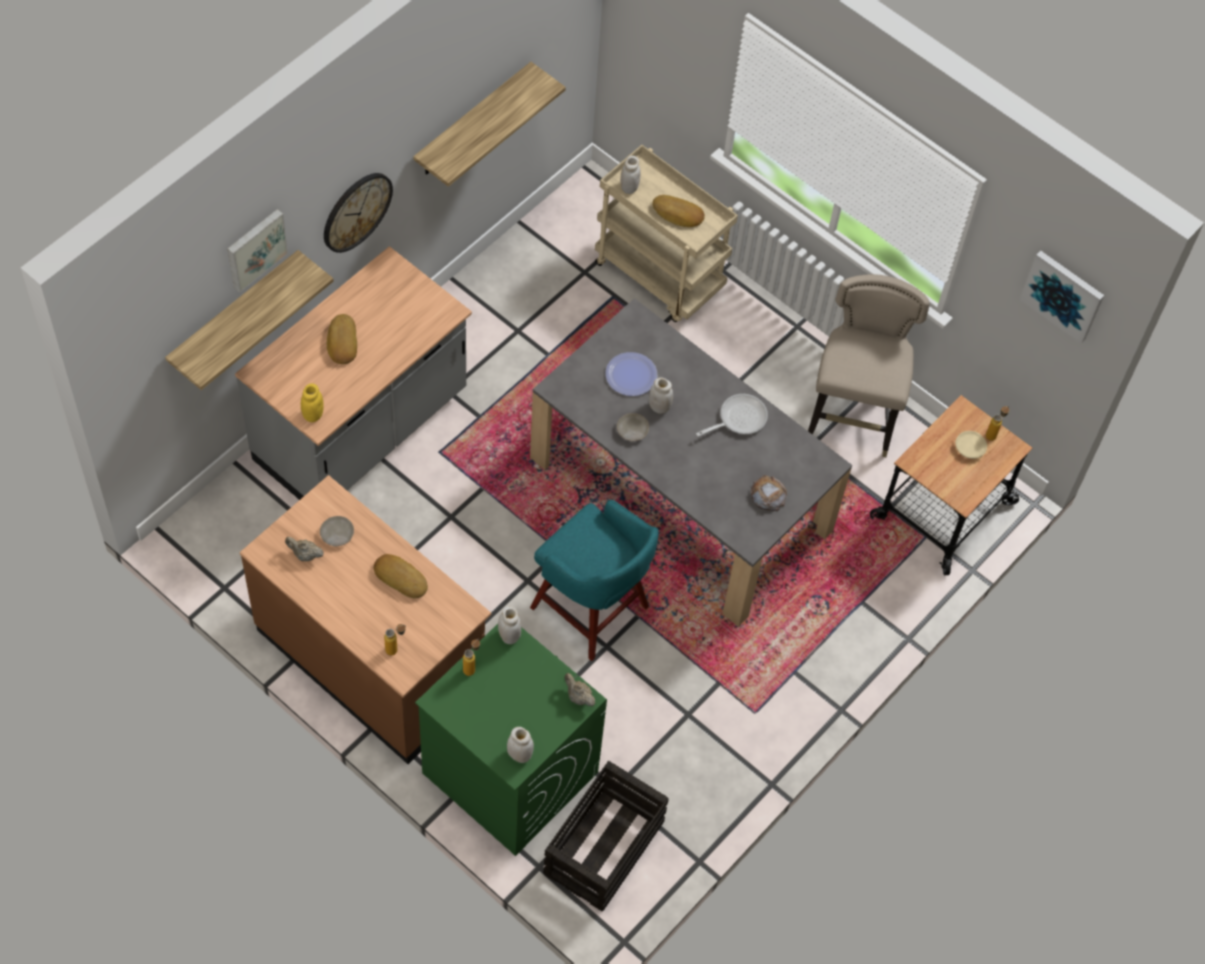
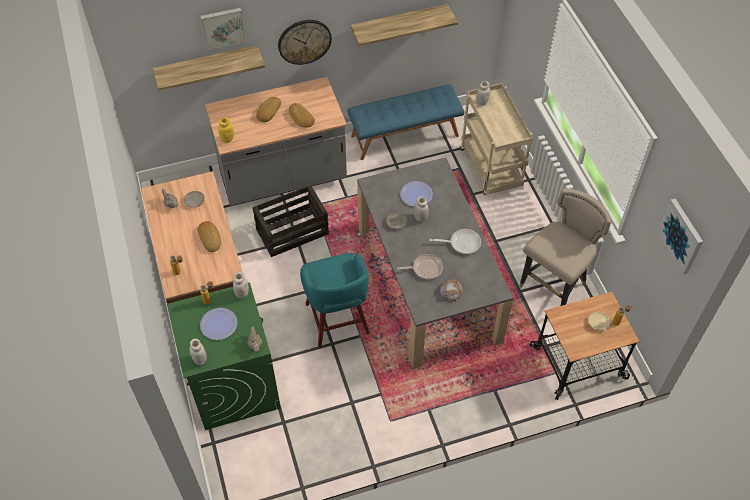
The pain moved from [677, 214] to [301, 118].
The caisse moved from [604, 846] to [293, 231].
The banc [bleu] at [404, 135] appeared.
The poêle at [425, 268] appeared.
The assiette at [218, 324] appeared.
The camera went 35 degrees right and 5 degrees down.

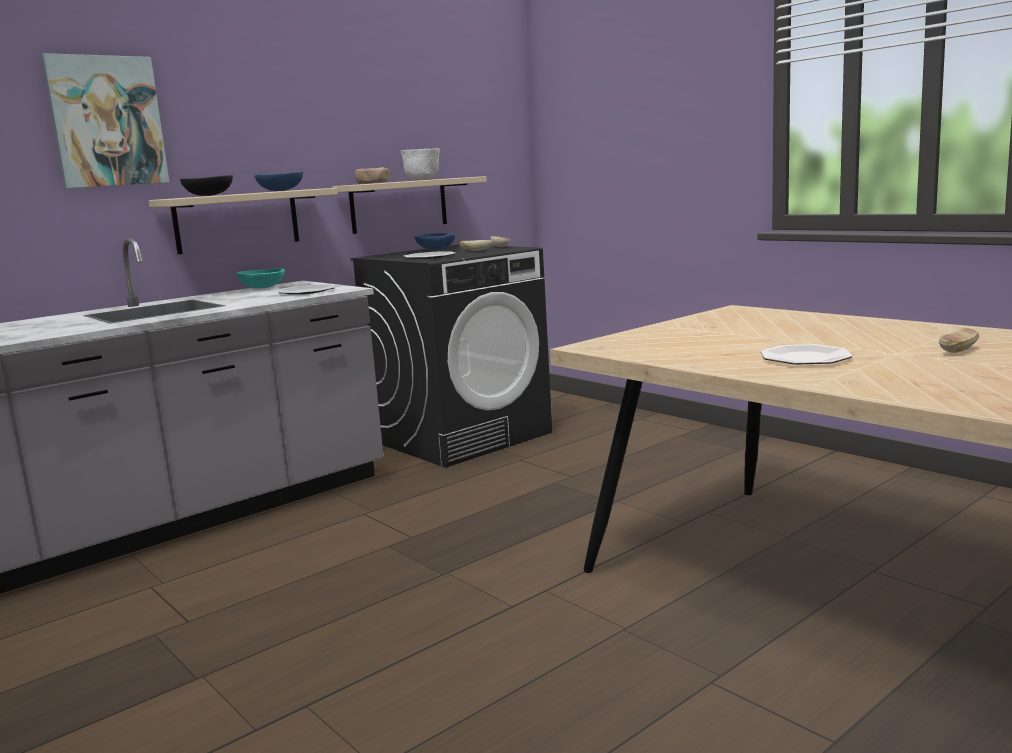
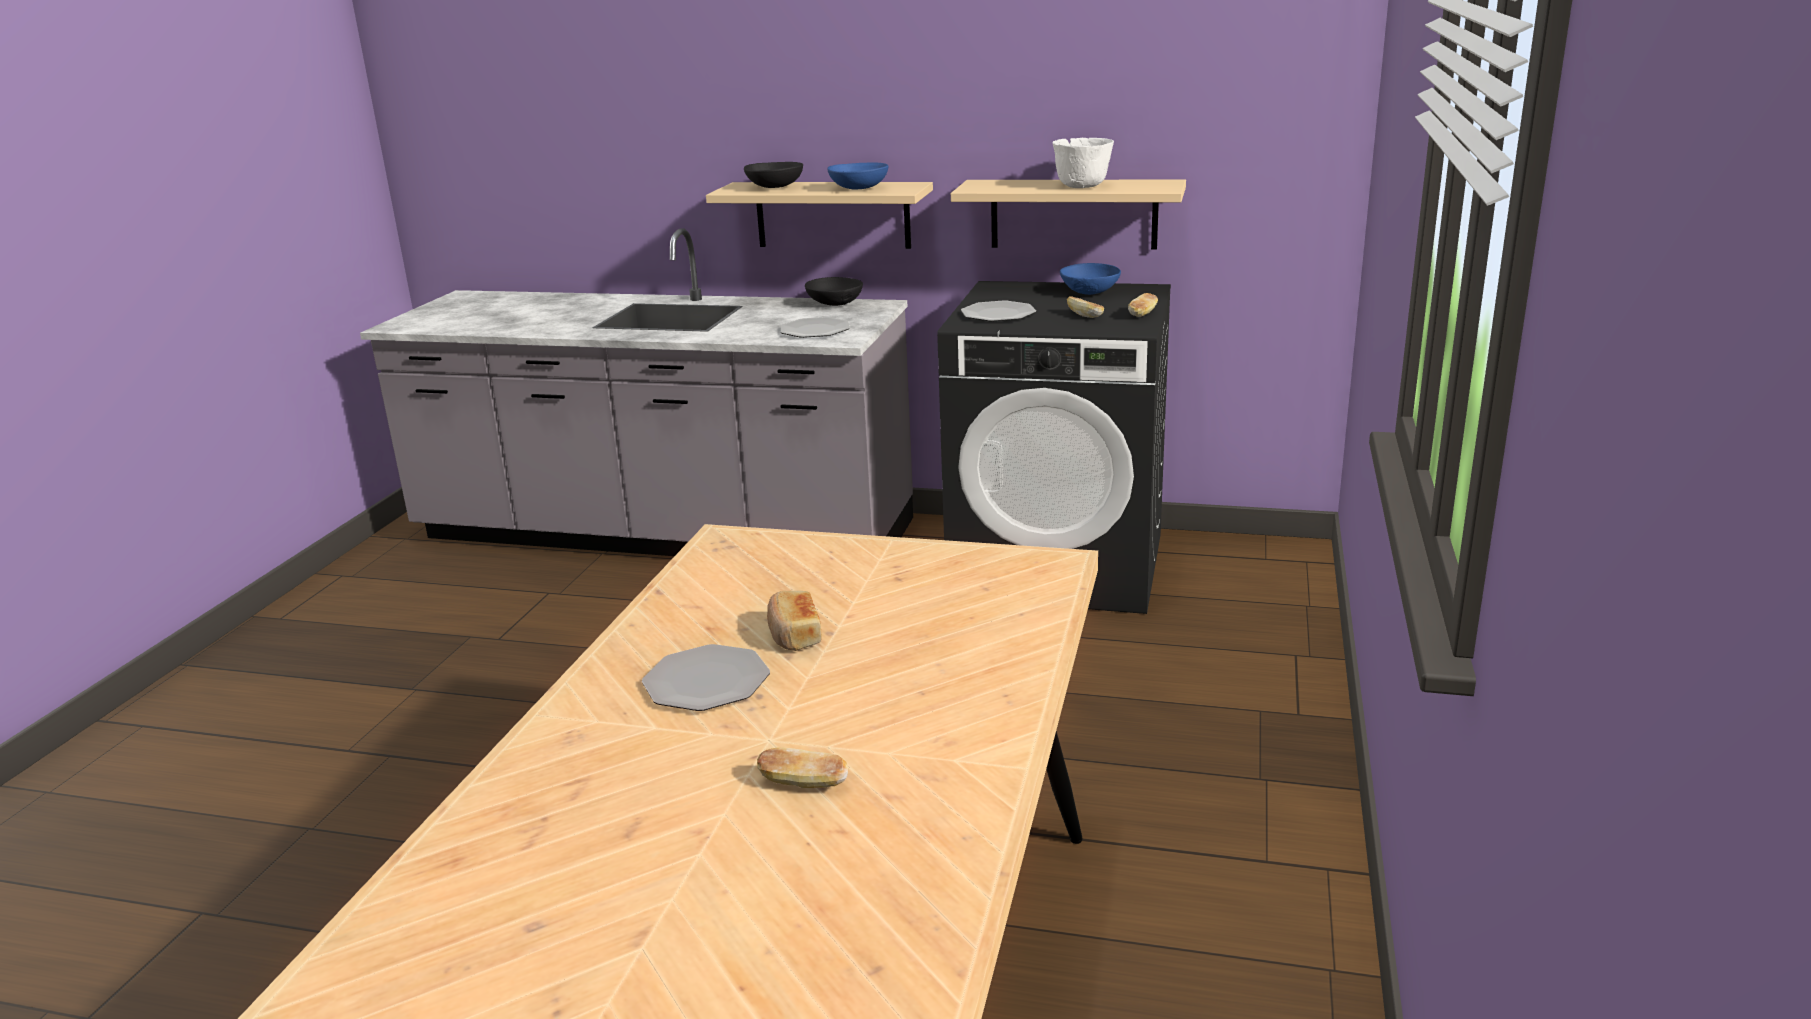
The tableau at [107, 122] disappeared.
The pain moved from [372, 183] to [793, 635].
The bol [turquoise] at [262, 288] became the bol [noir] at [835, 304].
The camera went 55 degrees right and 10 degrees up.

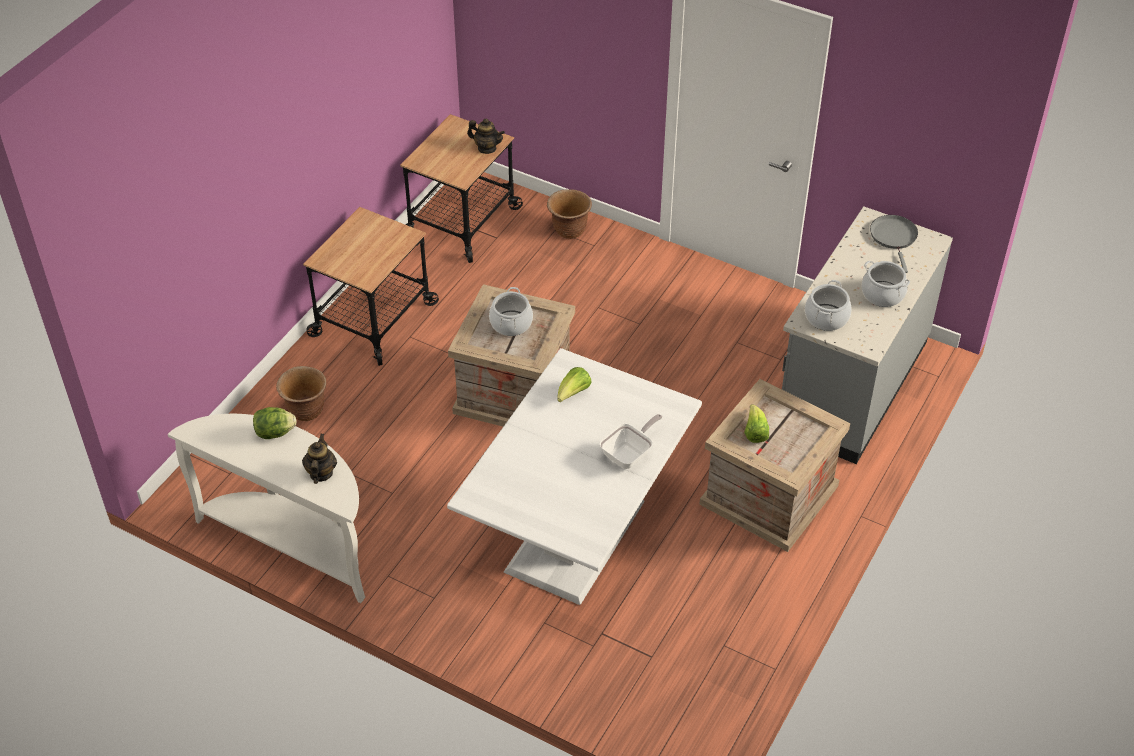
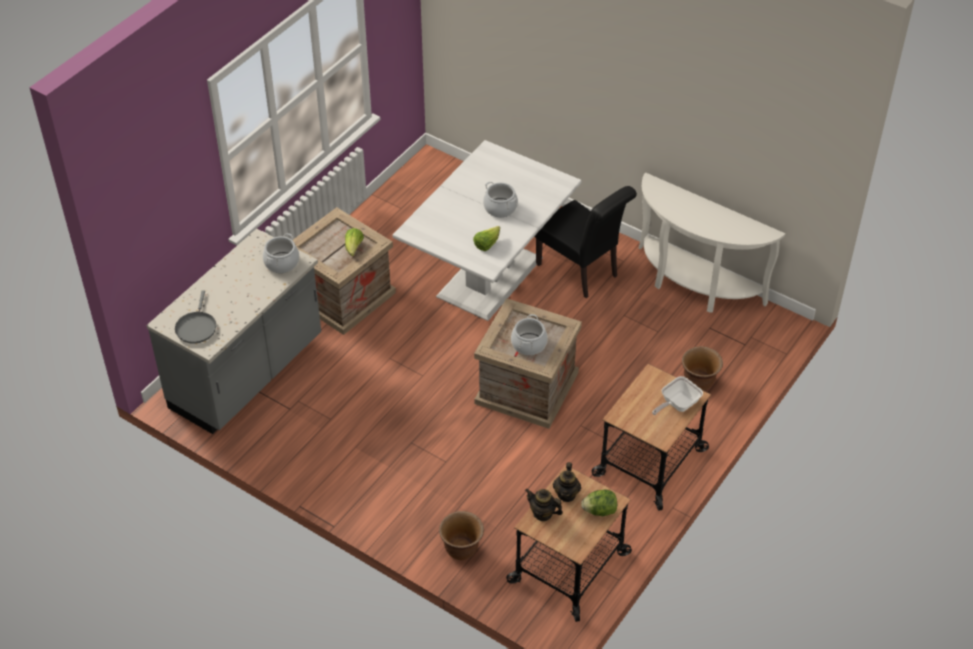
The marmite moved from [882, 294] to [500, 208].
The laitue moved from [275, 432] to [600, 511].
The poêle moved from [629, 454] to [677, 405].
The théière moved from [321, 473] to [566, 494].
The chaise [noir] at [581, 272] appeared.
The camera went 175 degrees left and 0 degrees up.

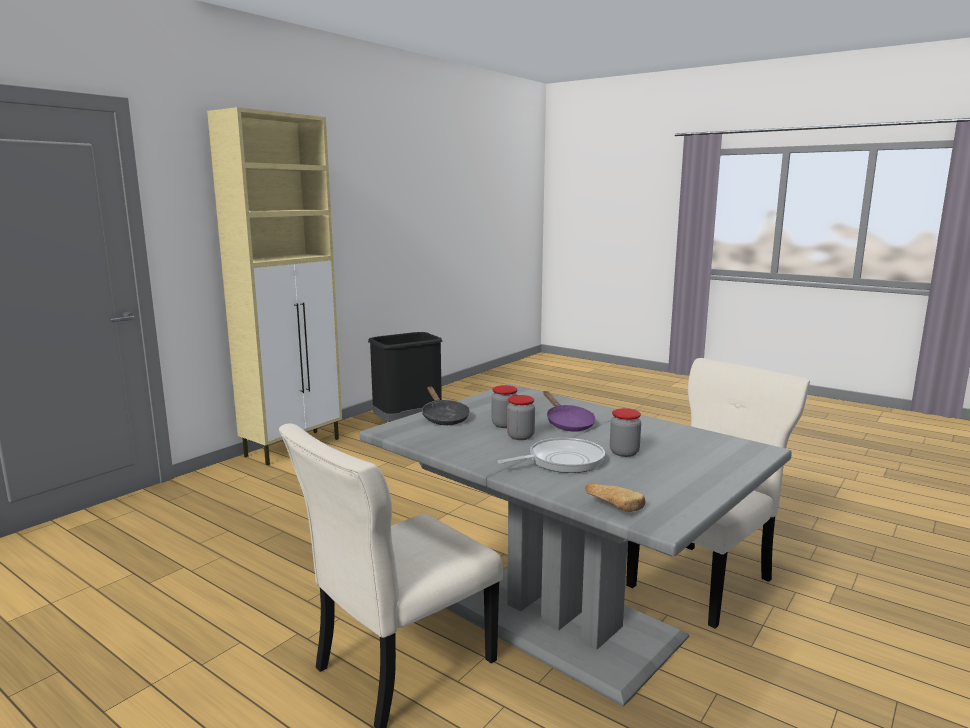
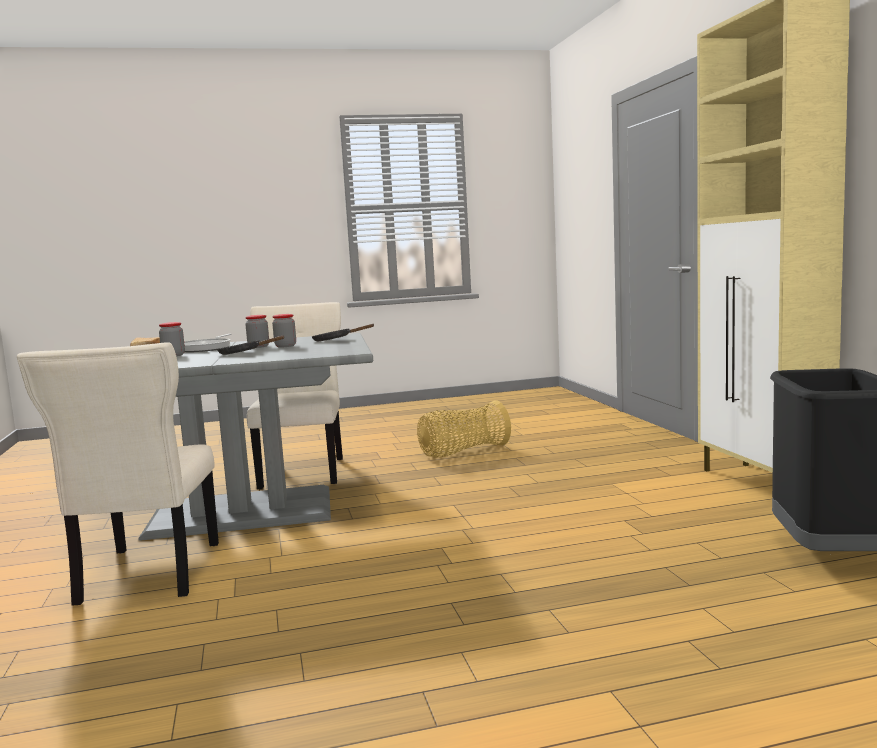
The poêle [violet] at [567, 423] became the poêle [noir] at [244, 353].
The panier at [463, 452] appeared.
The camera went 130 degrees right and 5 degrees down.

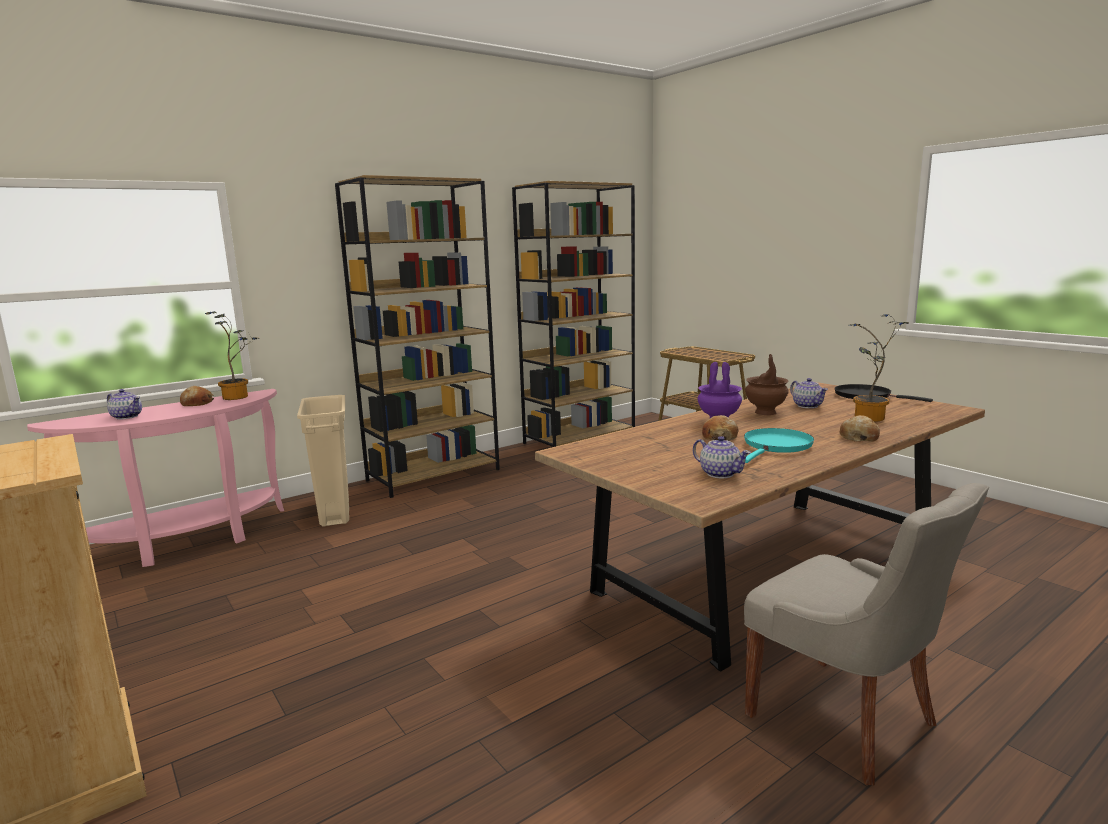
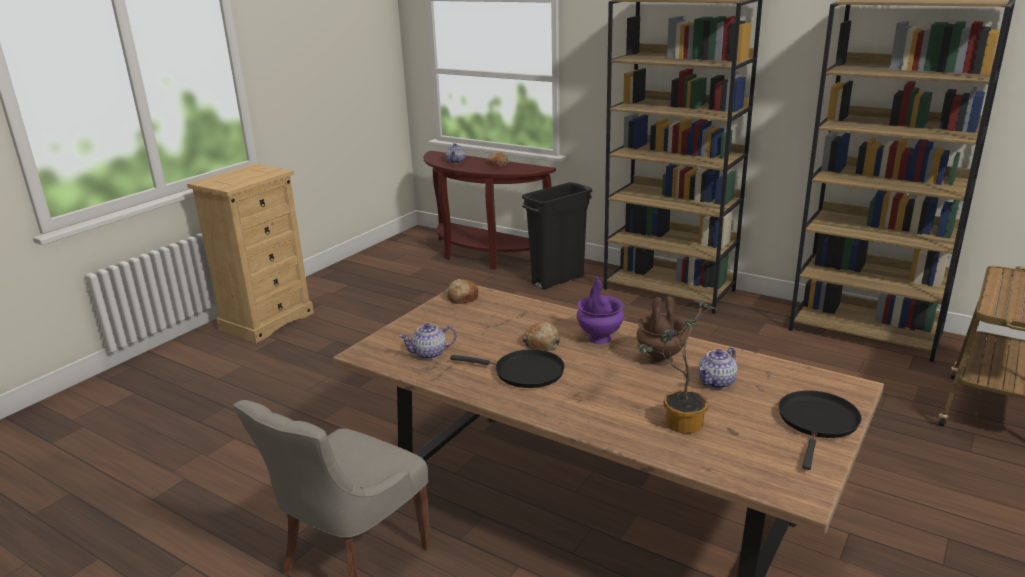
The plante en pot at [239, 397] disappeared.
The table console [rose] at [189, 541] became the table console [marron] at [482, 255].
The poubelle [beige] at [335, 513] became the poubelle [noir] at [558, 280].
The pain moved from [858, 437] to [462, 298].
The poêle [turquoise] at [776, 446] became the poêle [noir] at [524, 372].
The théière at [720, 473] turned 45 degrees clockwise.
The camera went 70 degrees right and 10 degrees up.

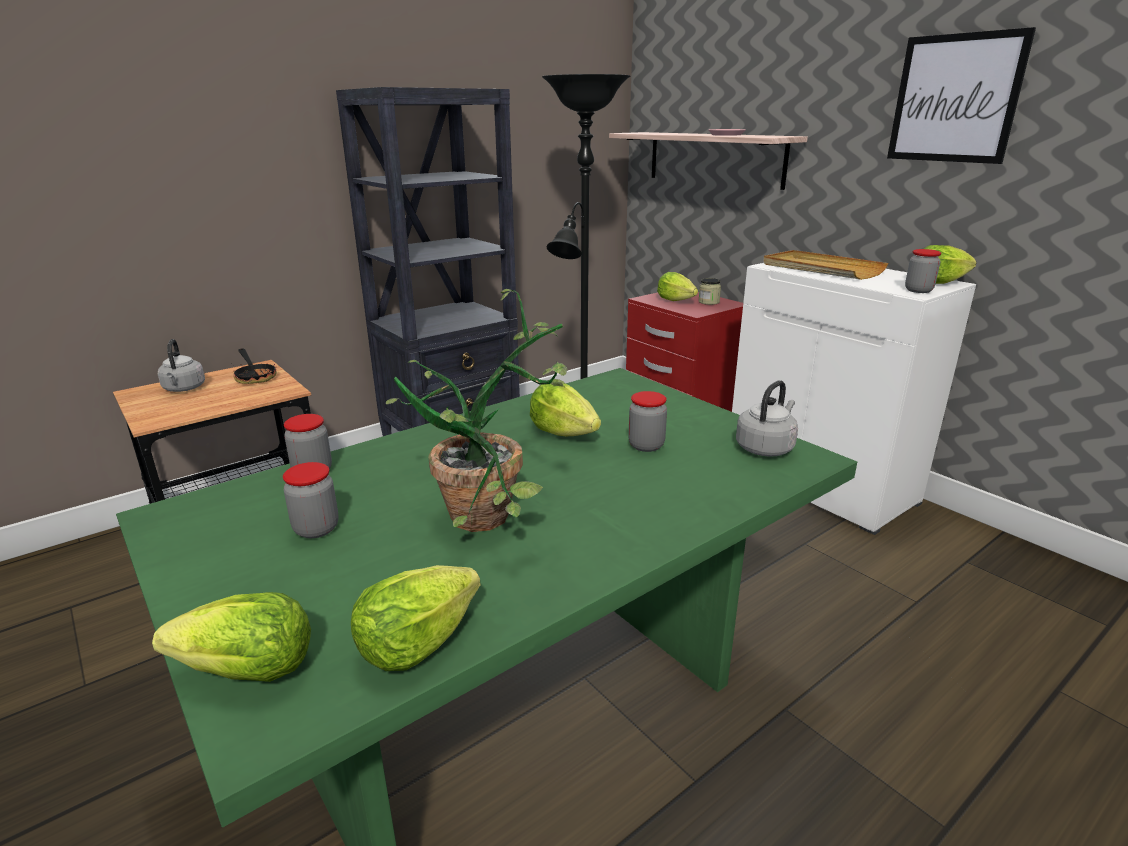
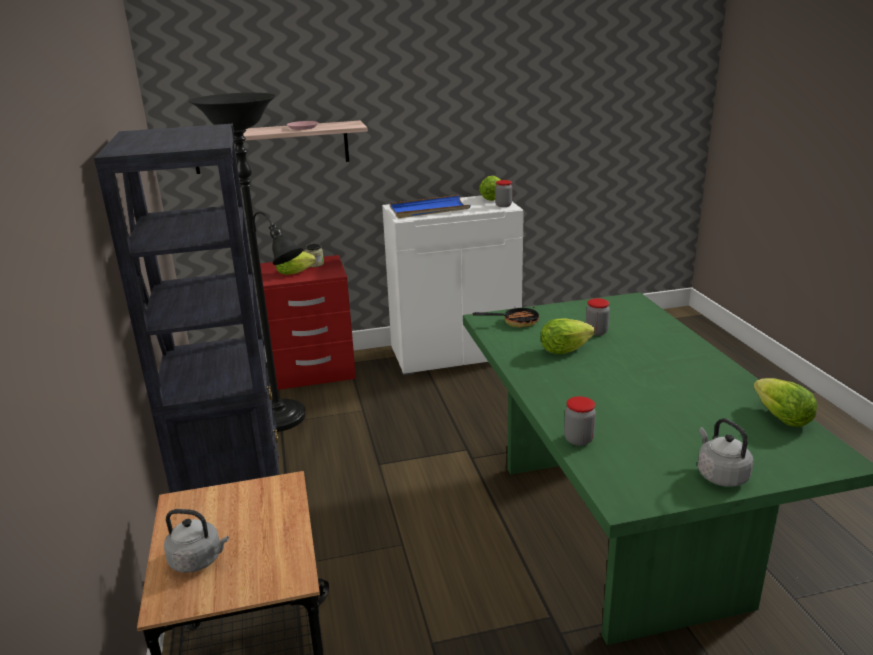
The tableau at [955, 99] disappeared.
The plateau [beige] at [821, 269] became the plateau [bleu] at [429, 210].
The plante en pot at [496, 518] disappeared.
The poêle moved from [255, 376] to [515, 322].
The bouilloire [gris] moved from [766, 447] to [720, 475].
The bocal at [316, 529] disappeared.
The laitue at [249, 672] disappeared.
The camera went 65 degrees left and 0 degrees up.

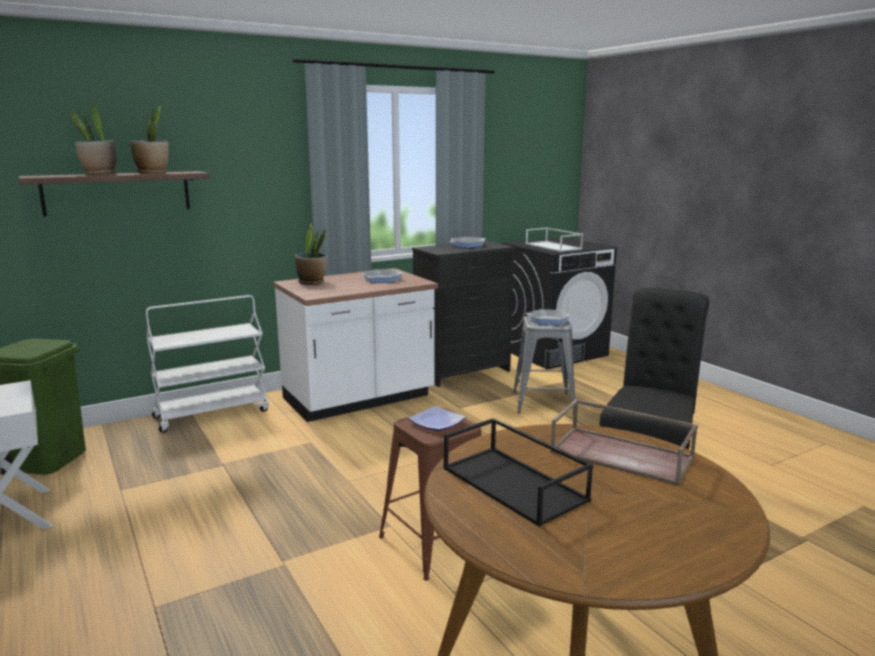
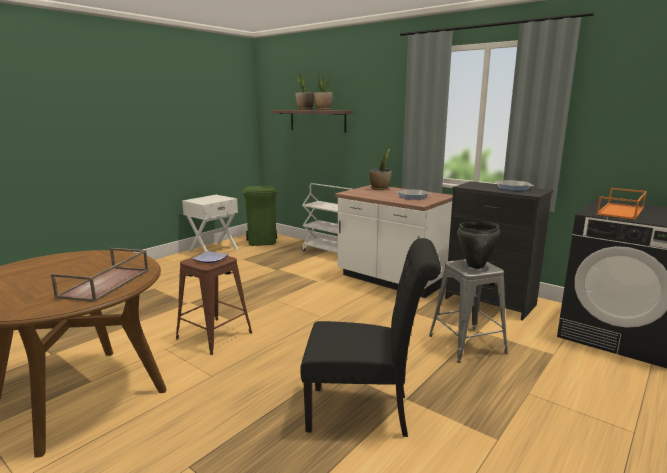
The plateau [blanc] at [554, 246] became the plateau [orange] at [621, 211].
The poêle at [548, 320] was replaced by the marmite [noir] at [476, 266].
The plateau [noir] at [516, 484] disappeared.
The camera went 70 degrees right and 0 degrees up.

